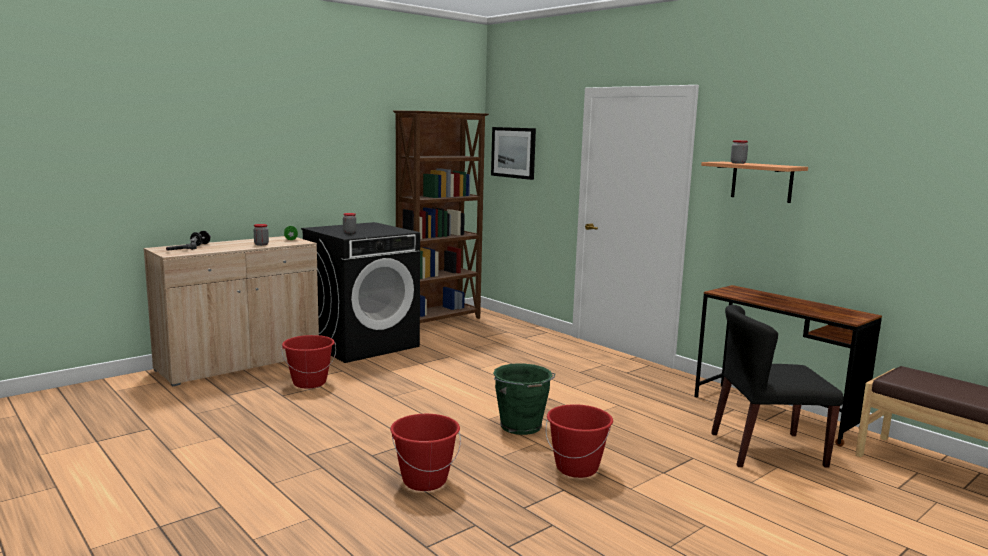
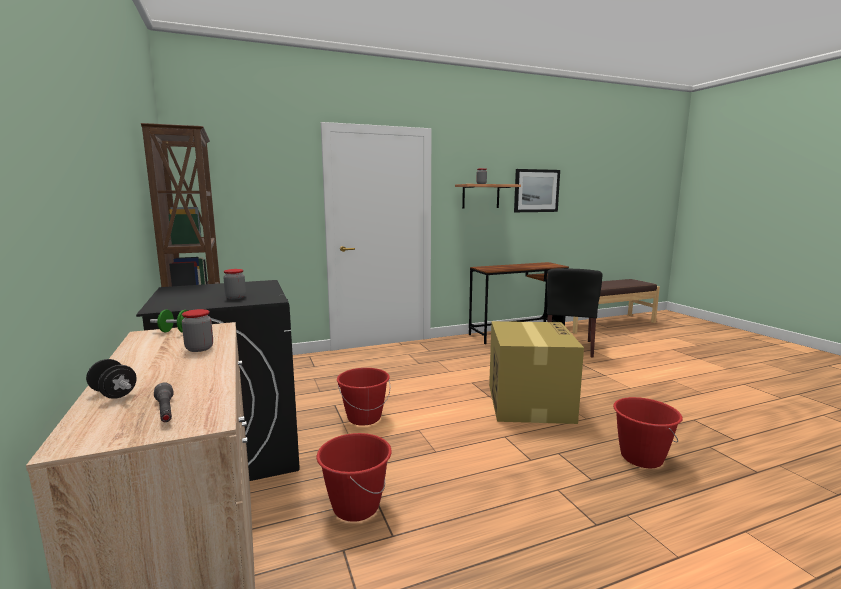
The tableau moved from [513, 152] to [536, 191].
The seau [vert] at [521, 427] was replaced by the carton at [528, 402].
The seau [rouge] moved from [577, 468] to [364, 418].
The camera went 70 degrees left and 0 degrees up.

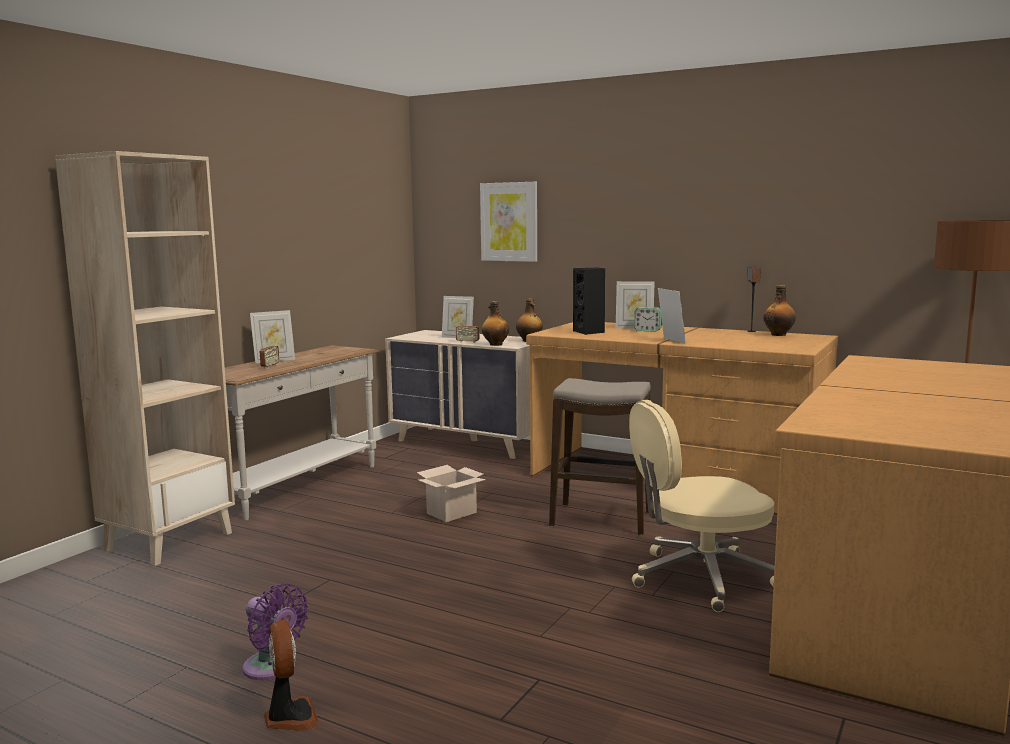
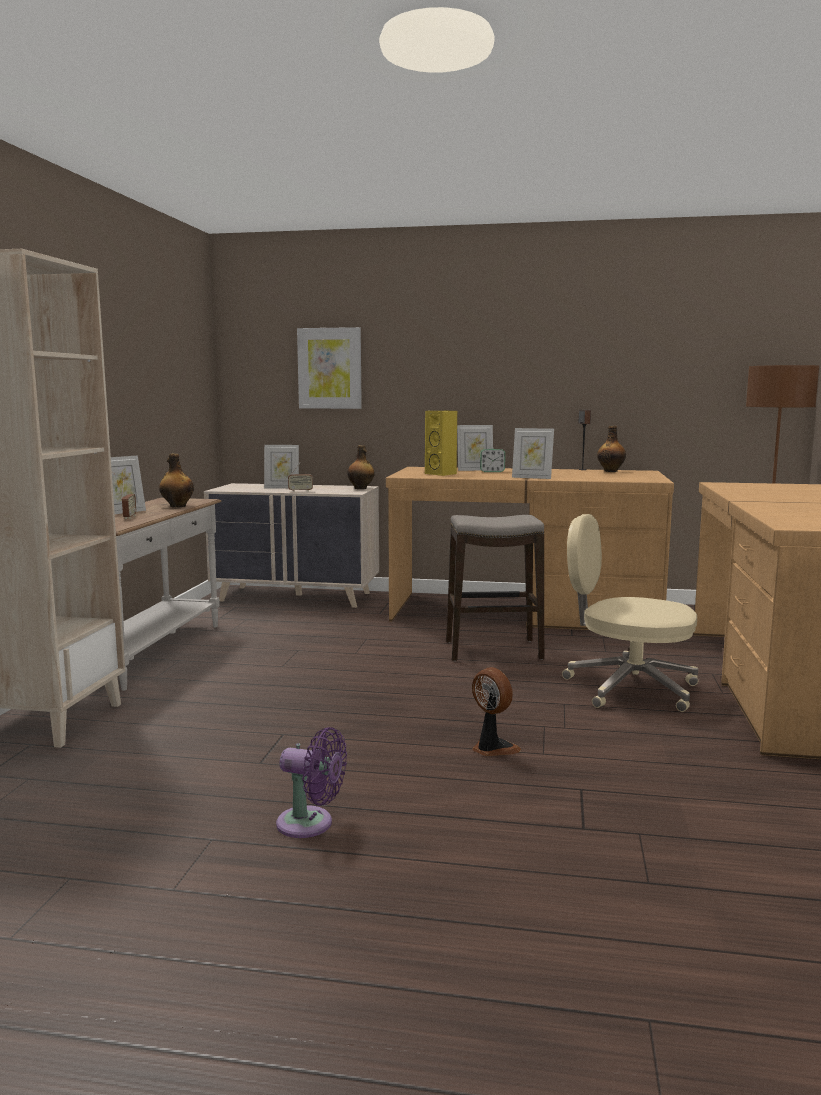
The enceinte [noir] at [589, 332] became the enceinte [jaune] at [442, 474].
The cadre photo at [670, 341] turned 150 degrees clockwise.
The bouteille moved from [495, 344] to [177, 506].
The chaise de bureau [beige] at [700, 578] turned 60 degrees clockwise.
The carton at [451, 513] disappeared.
The ventilateur moved from [290, 717] to [492, 748].
The camera went 20 degrees left and 0 degrees up.

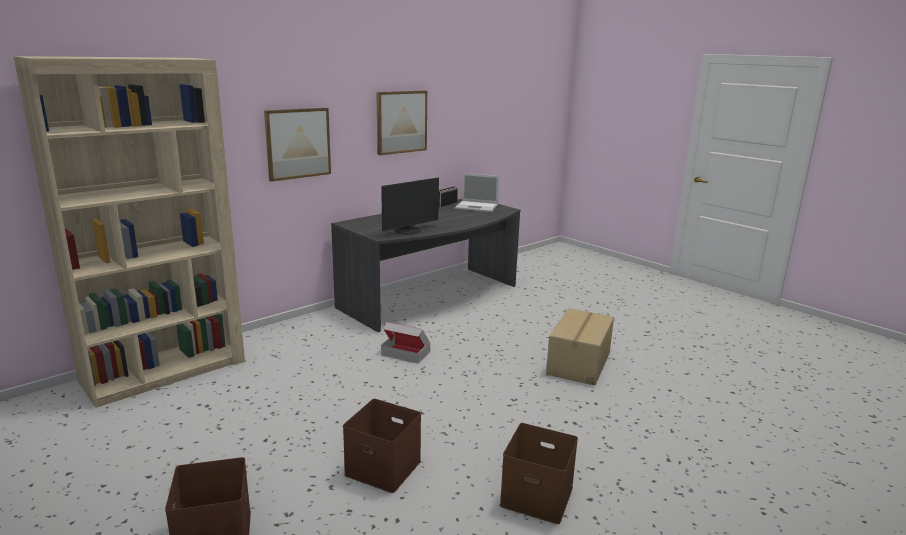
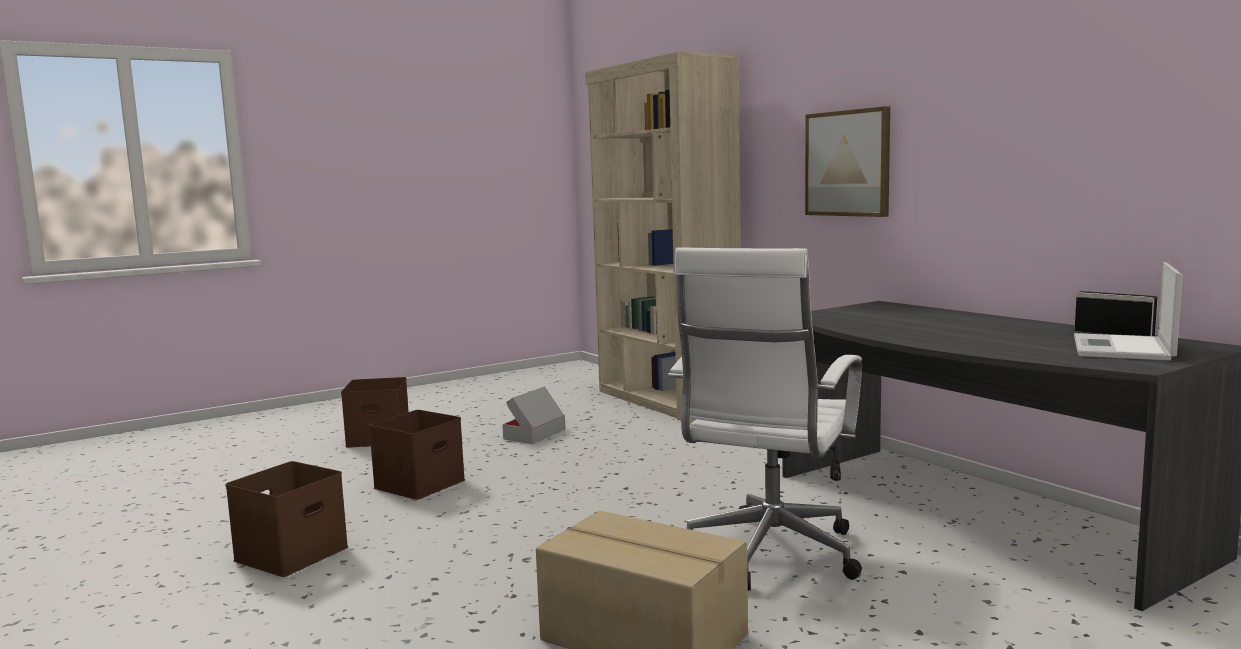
The tableau at [401, 122] disappeared.
The écran d'ordinateur at [409, 231] disappeared.
The carton moved from [406, 353] to [534, 434].
The chaise de bureau [blanc] at [769, 556] appeared.
The camera went 100 degrees right and 10 degrees down.

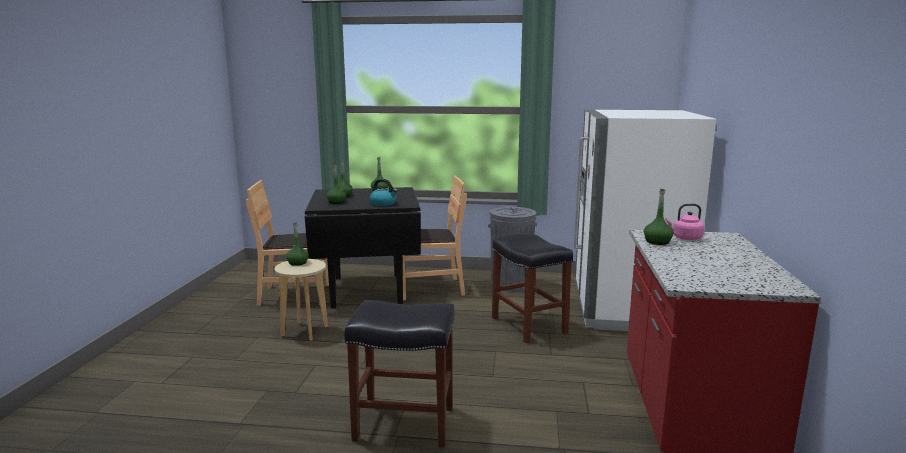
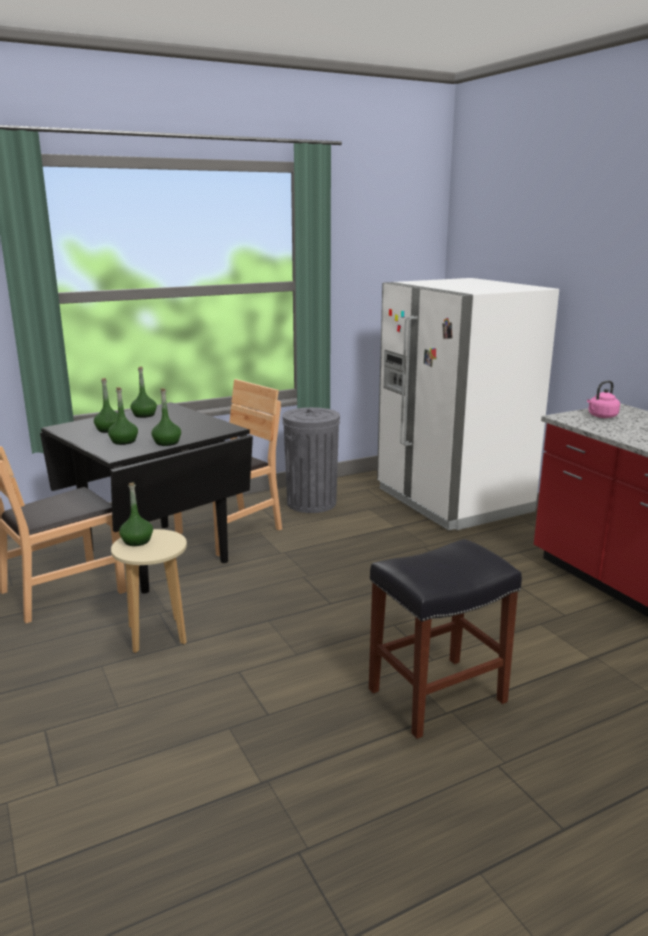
The bouilloire at [384, 203] disappeared.
The bouteille [vert] moved from [657, 242] to [167, 442].
The tabouret [noir] at [529, 325] disappeared.
The camera went 35 degrees left and 5 degrees up.

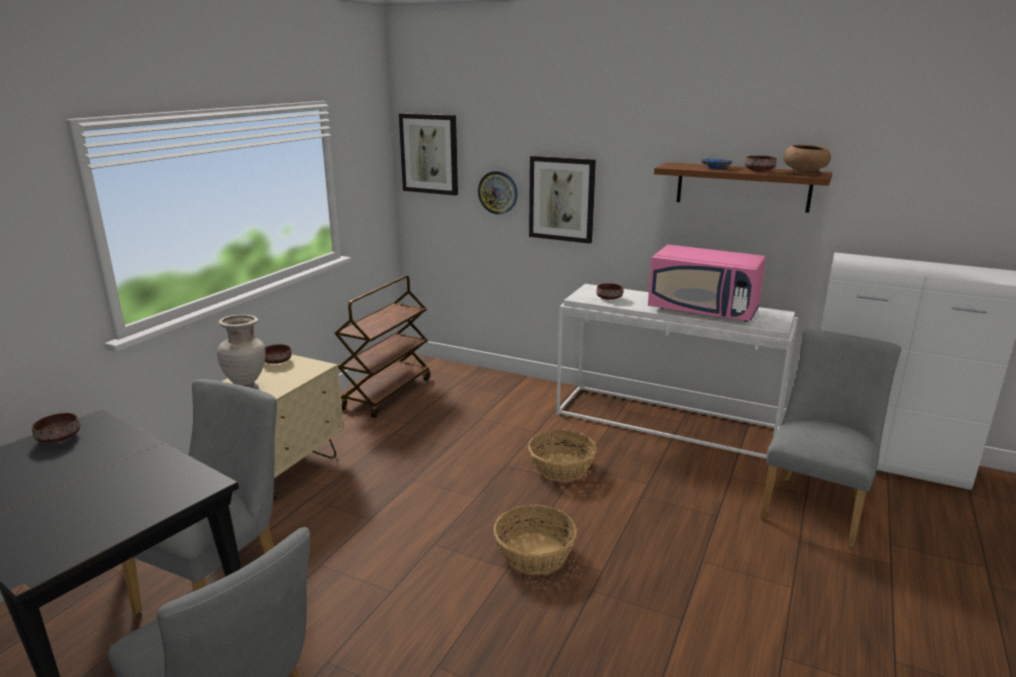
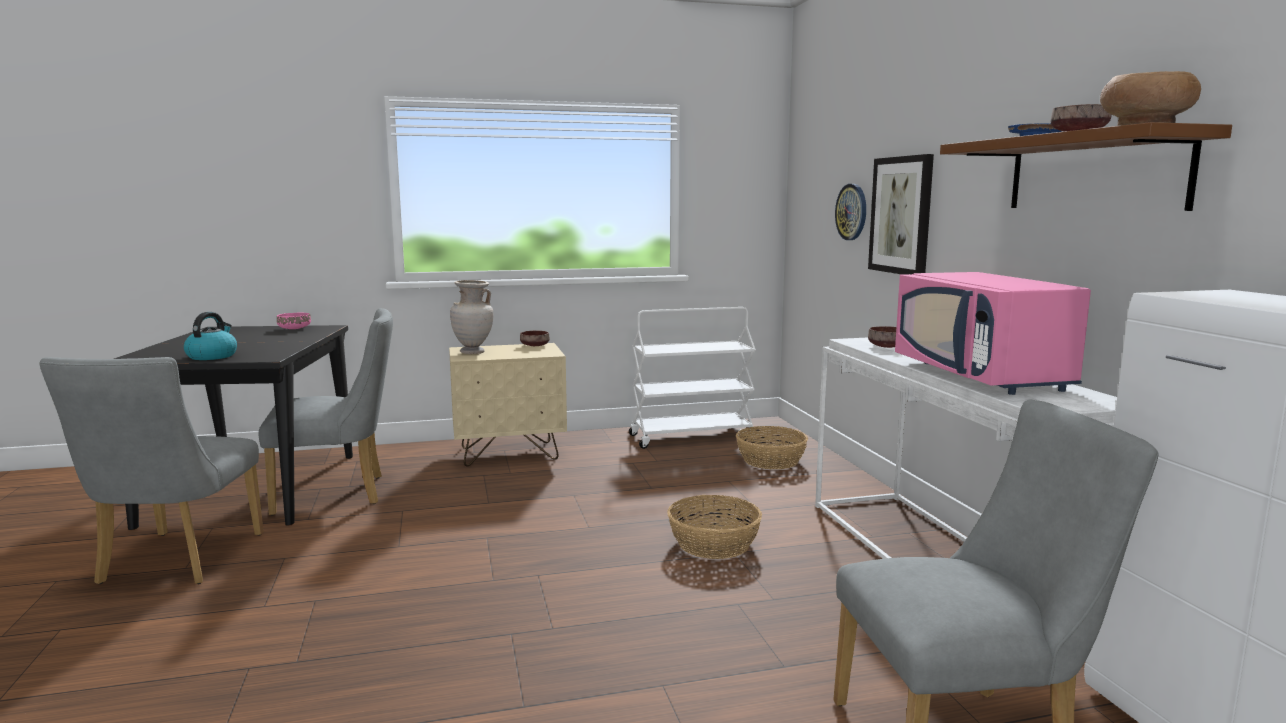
The tableau at [429, 154] disappeared.
The chariot [marron] at [387, 393] became the chariot [blanc] at [691, 437].
The bol [marron] at [58, 438] became the bol [rose] at [294, 328].
The panier moved from [535, 553] to [771, 461].
The bouilloire at [212, 356] appeared.
The camera went 50 degrees right and 10 degrees down.

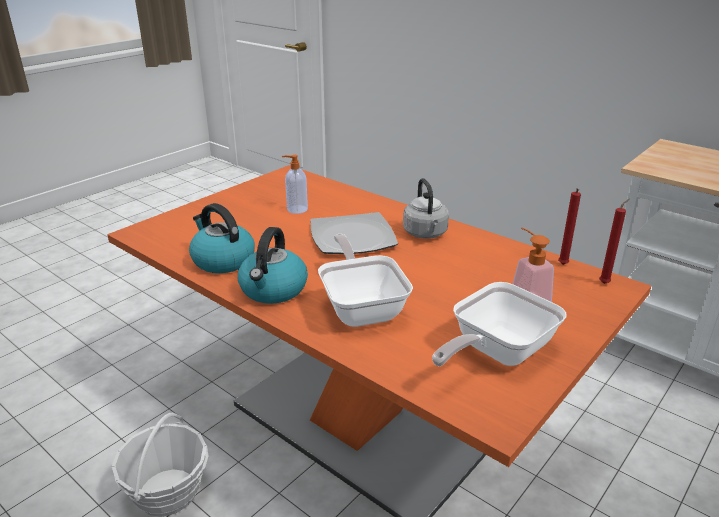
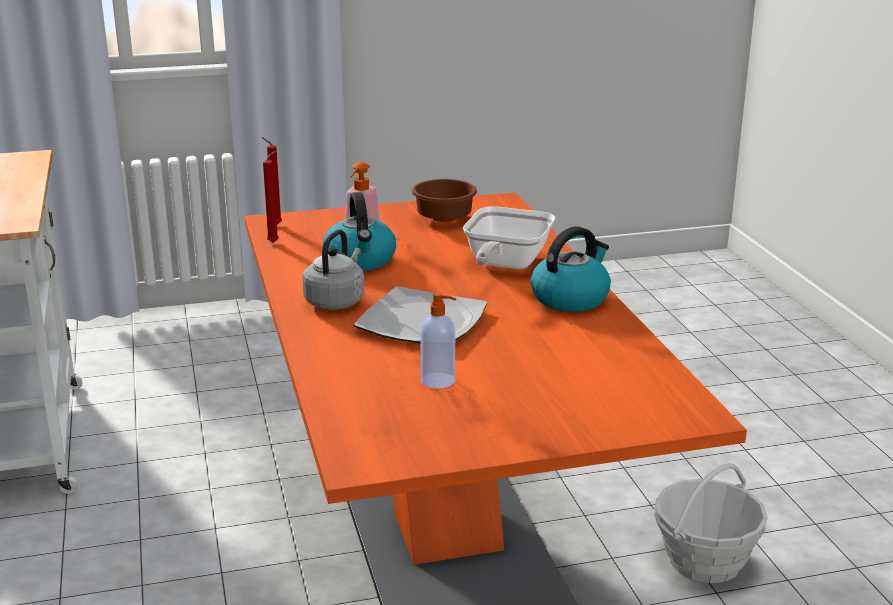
The bouilloire moved from [222, 260] to [360, 261].
The poêle at [496, 352] was replaced by the bol [marron] at [446, 219].
The camera went 145 degrees left and 5 degrees down.

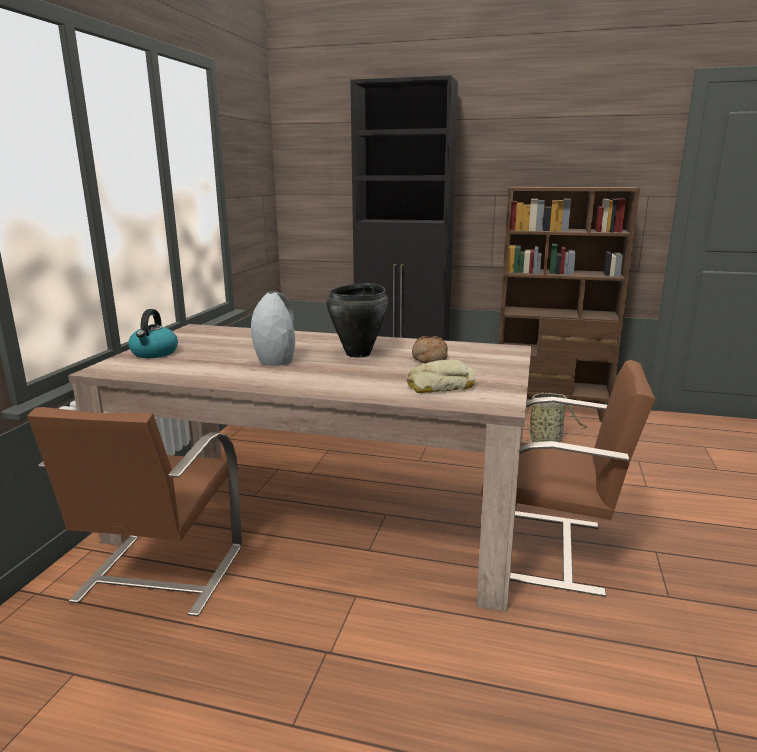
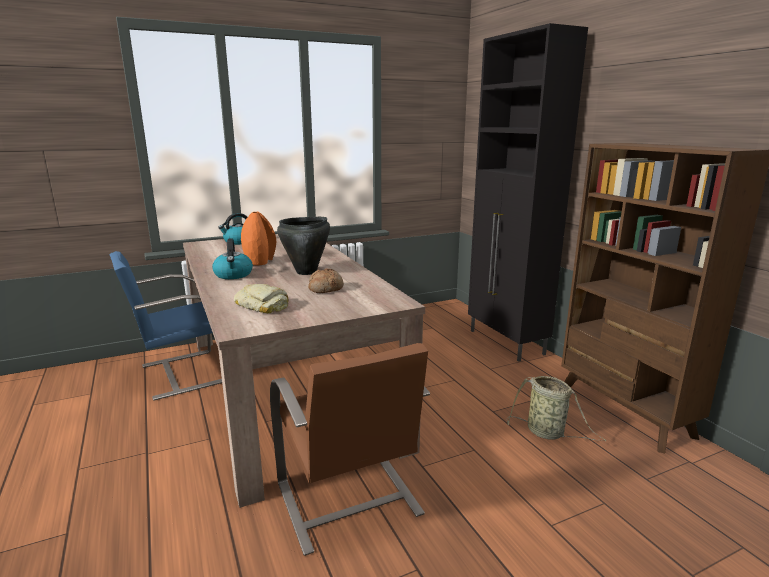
The vase [gris] at [276, 361] became the vase [orange] at [260, 262].
The chaise [marron] at [158, 574] became the chaise [bleu] at [182, 373].
The bouilloire at [233, 275] appeared.
The camera went 50 degrees right and 0 degrees up.

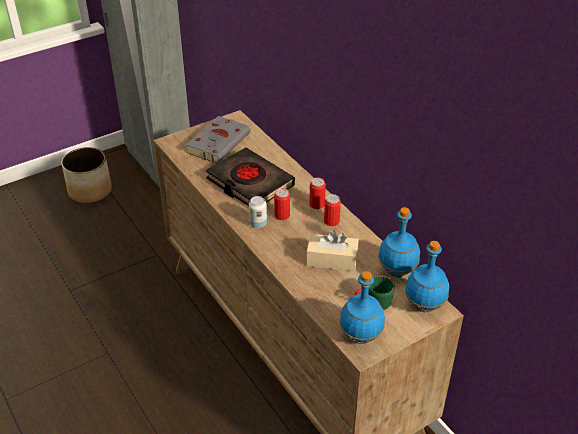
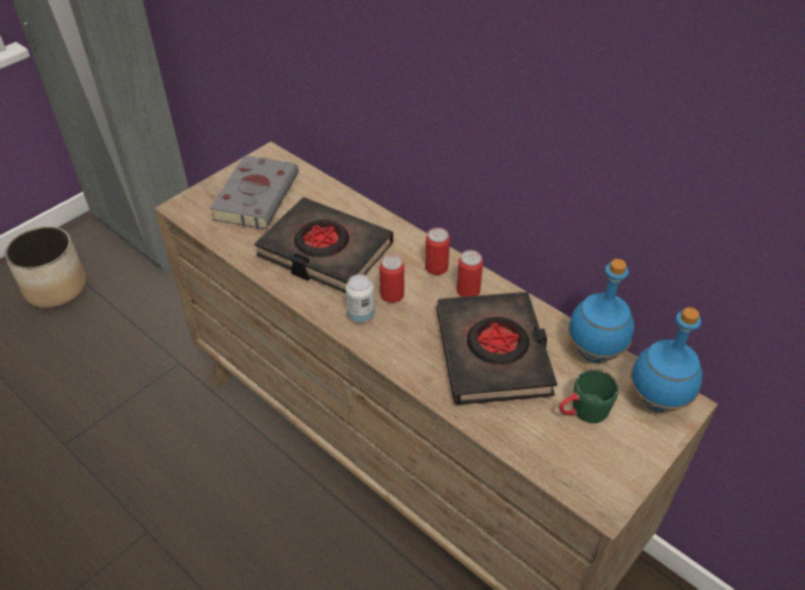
The boîte à mouchoirs [beige] at [332, 260] was replaced by the livre [noir] at [493, 353].
The bouteille [bleu] at [361, 337] disappeared.
The camera went 15 degrees left and 5 degrees up.

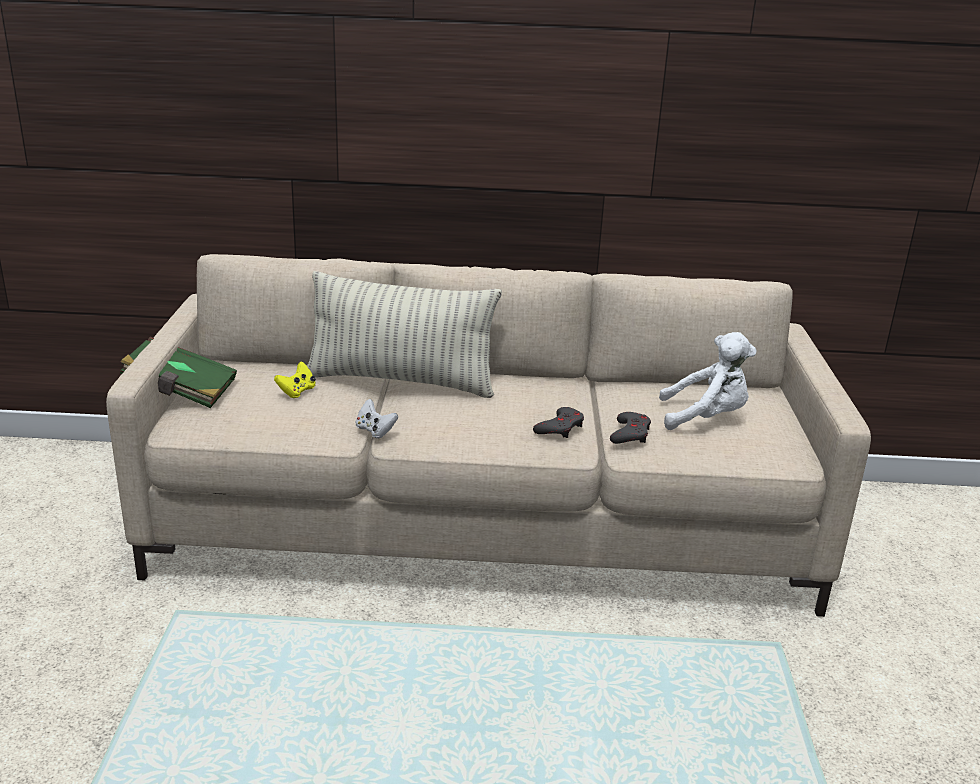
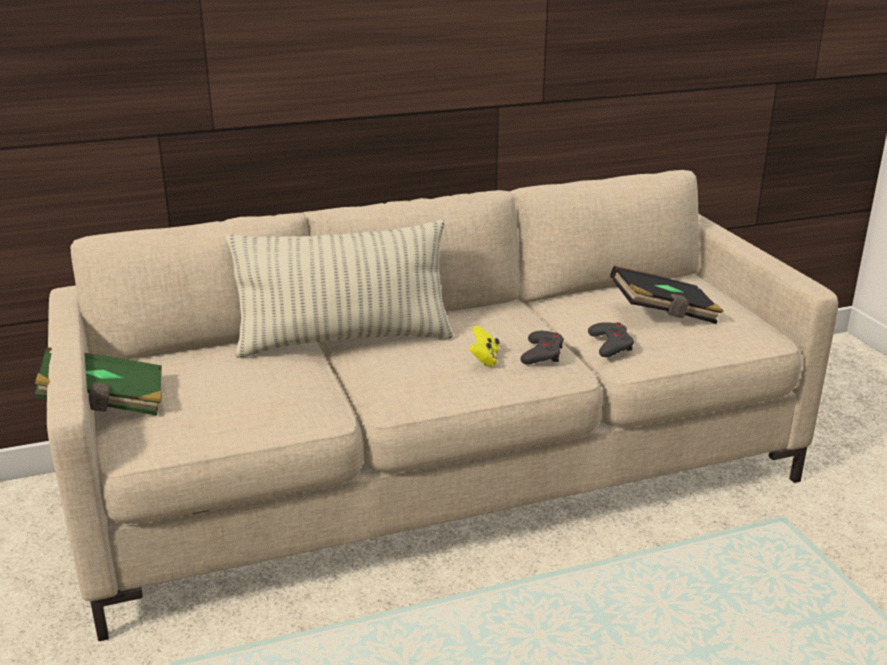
The peluche [blanc] at [706, 418] was replaced by the livre [noir] at [664, 314].
The manette [jaune] moved from [297, 392] to [484, 359].
The manette [blanc] at [375, 431] disappeared.
The camera went 20 degrees left and 0 degrees up.

